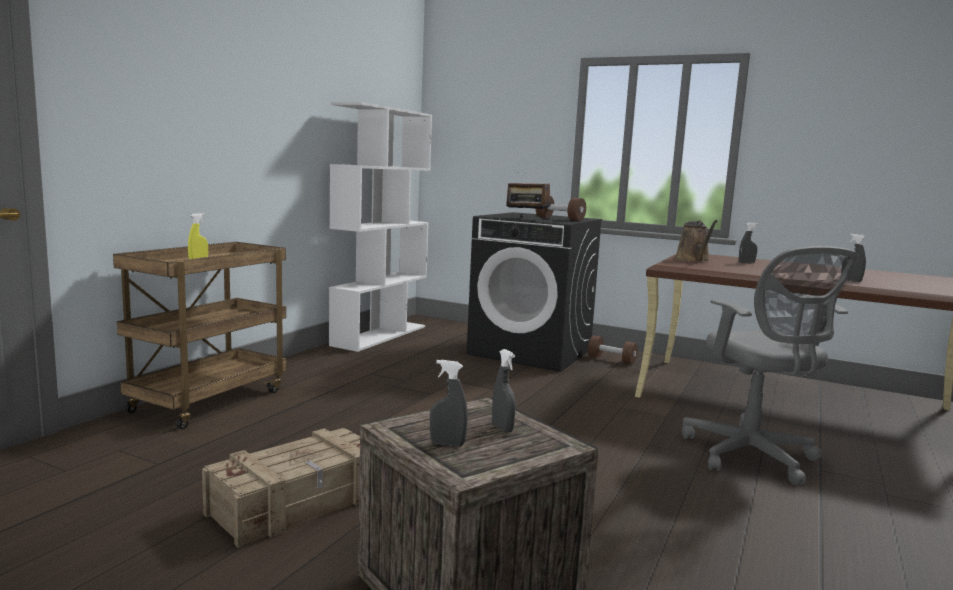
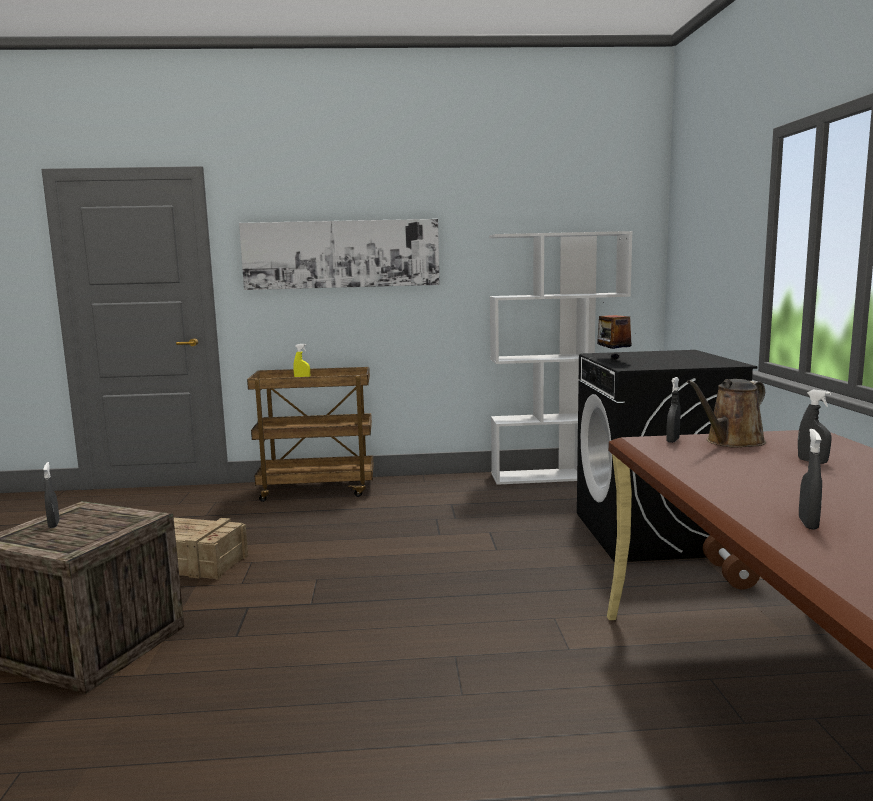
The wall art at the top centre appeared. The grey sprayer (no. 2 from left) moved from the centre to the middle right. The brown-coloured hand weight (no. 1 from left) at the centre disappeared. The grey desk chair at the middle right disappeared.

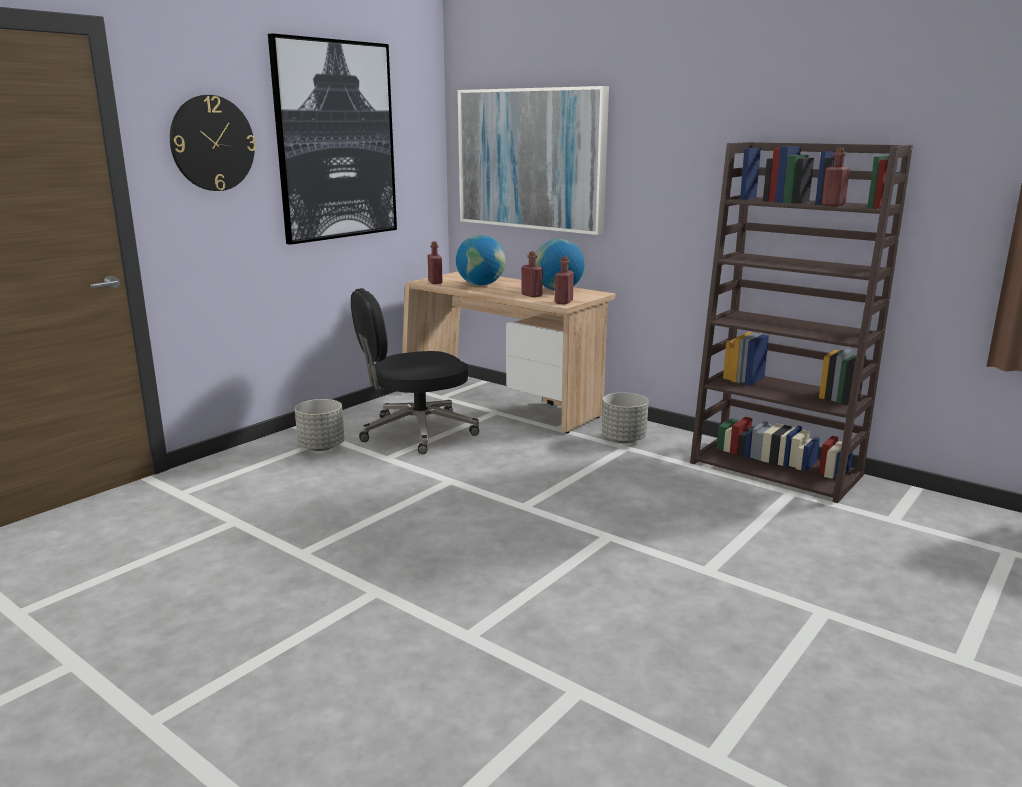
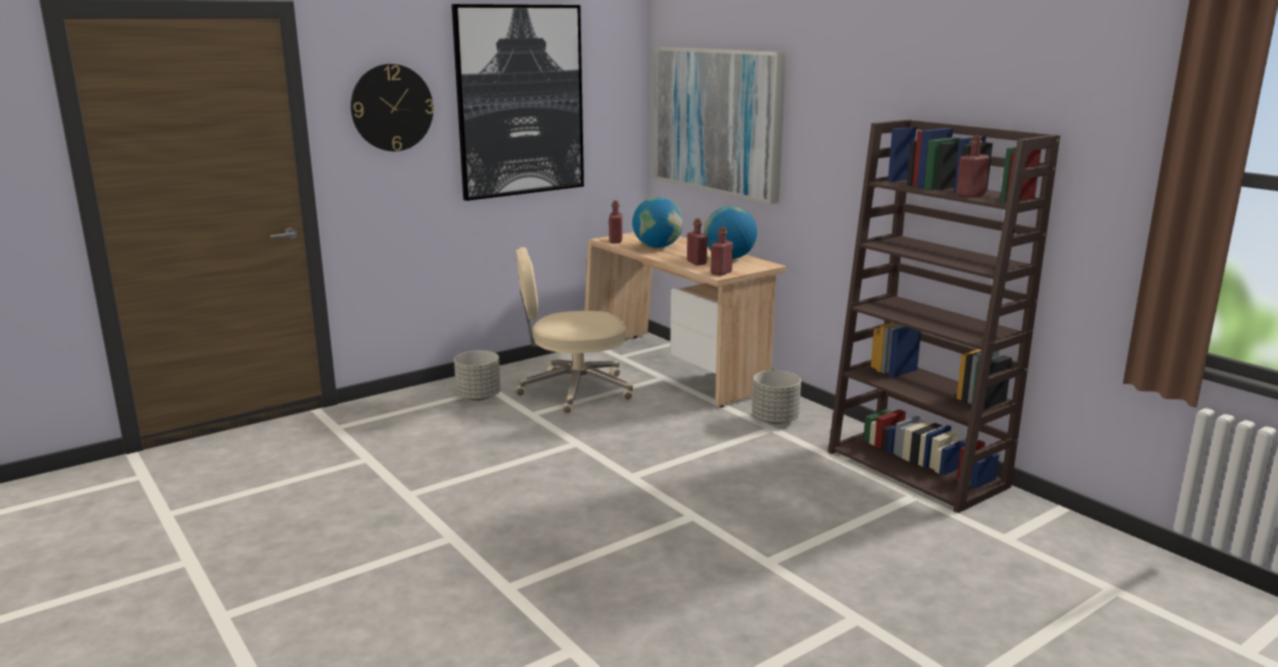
The black desk chair at the centre became the beige desk chair at the centre.

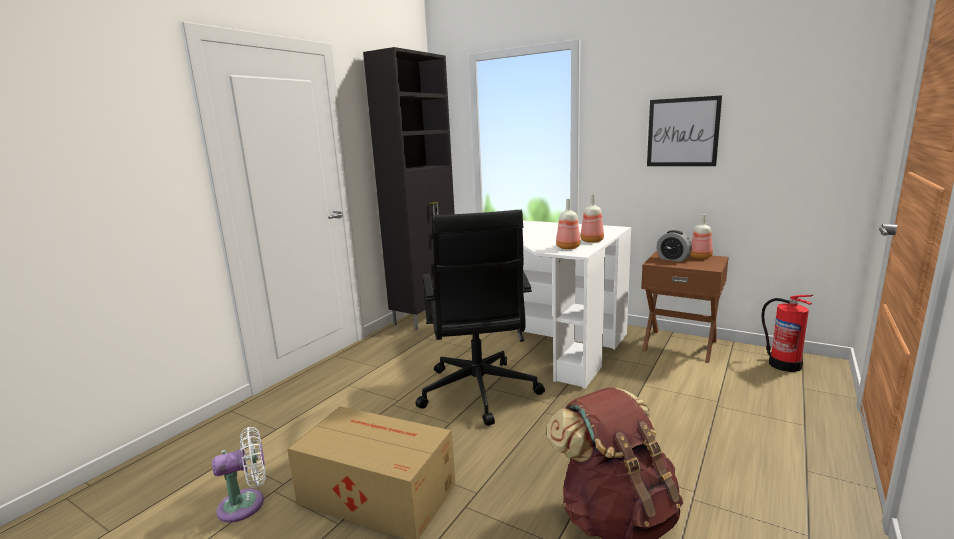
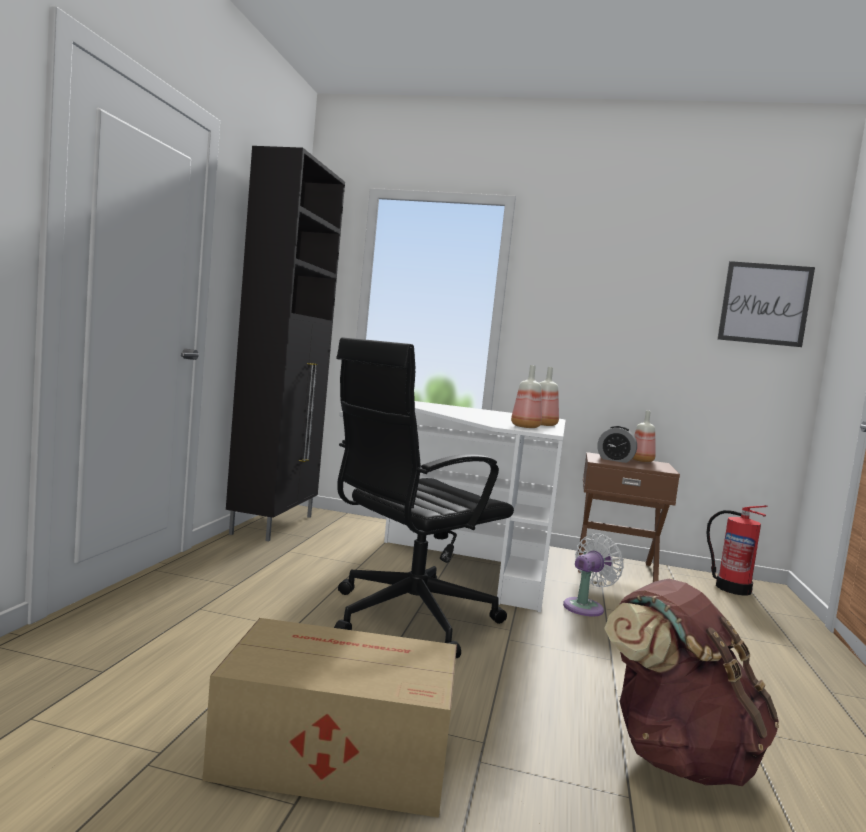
The black desk chair at the centre turned 75 degrees clockwise. The white electric fan moved from the bottom left to the bottom right. The wall art moved from the top right to the middle right.

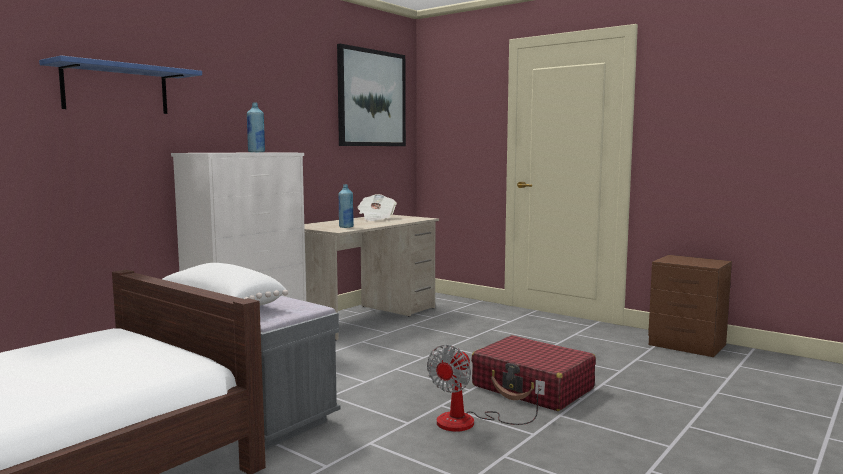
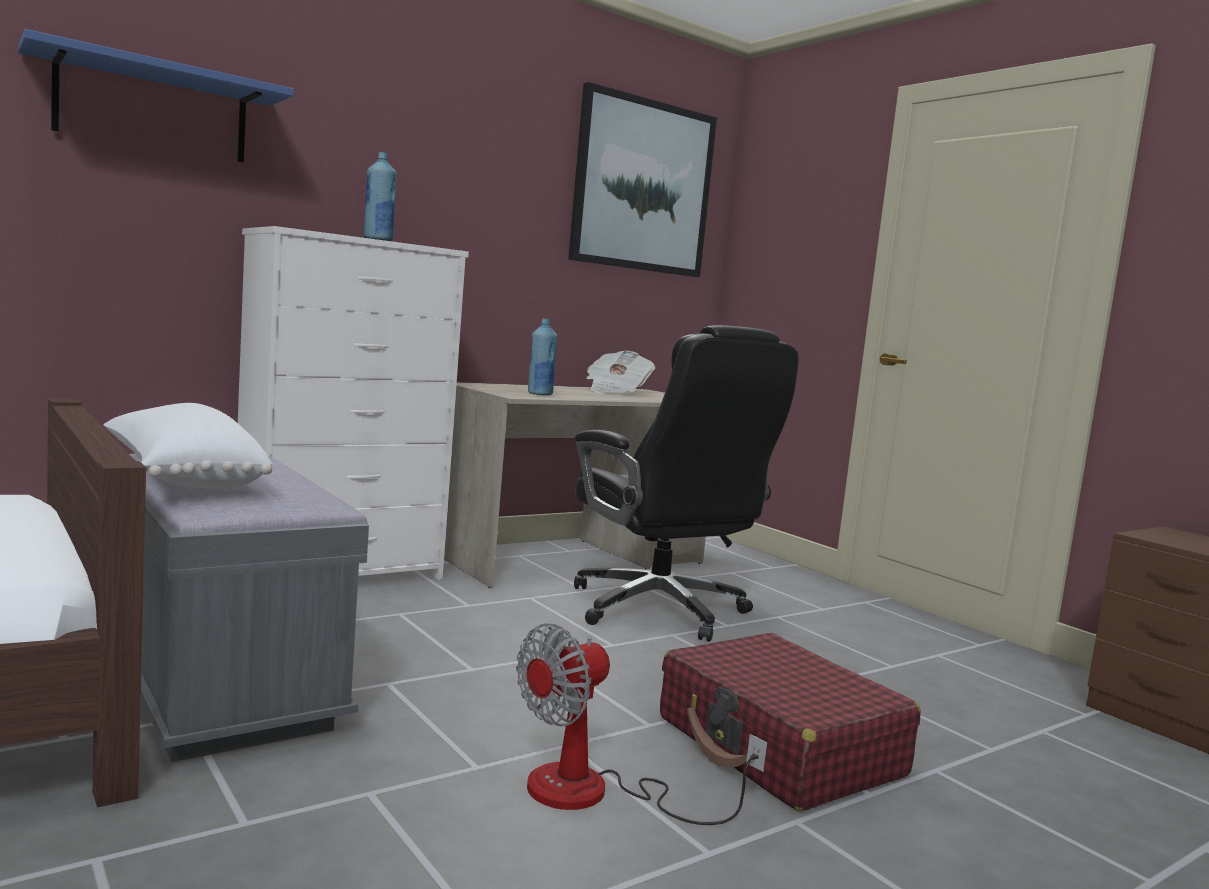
The black desk chair at the centre appeared.

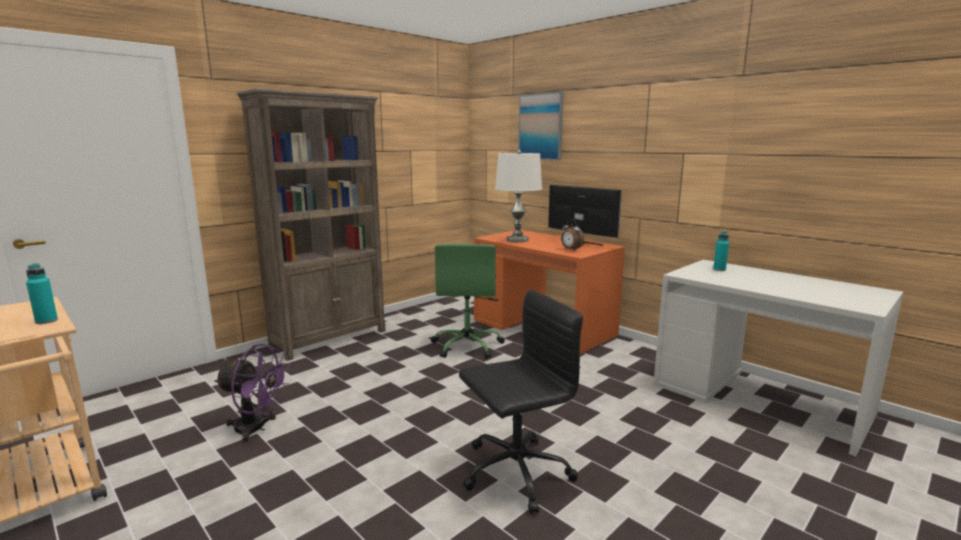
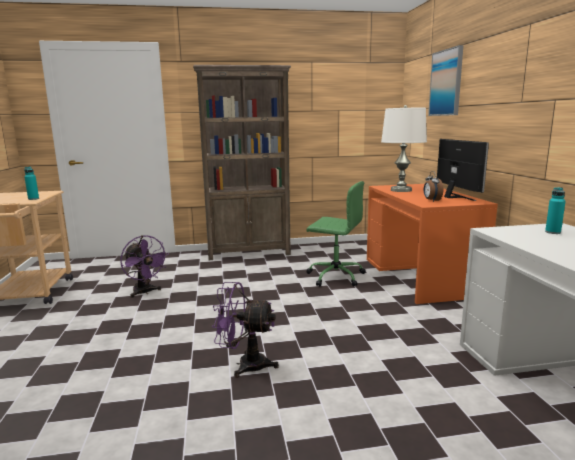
The black desk chair at the bottom centre was replaced by the purple electric fan (no. 2 from left) at the bottom centre. The green desk chair at the centre turned 105 degrees counterclockwise.

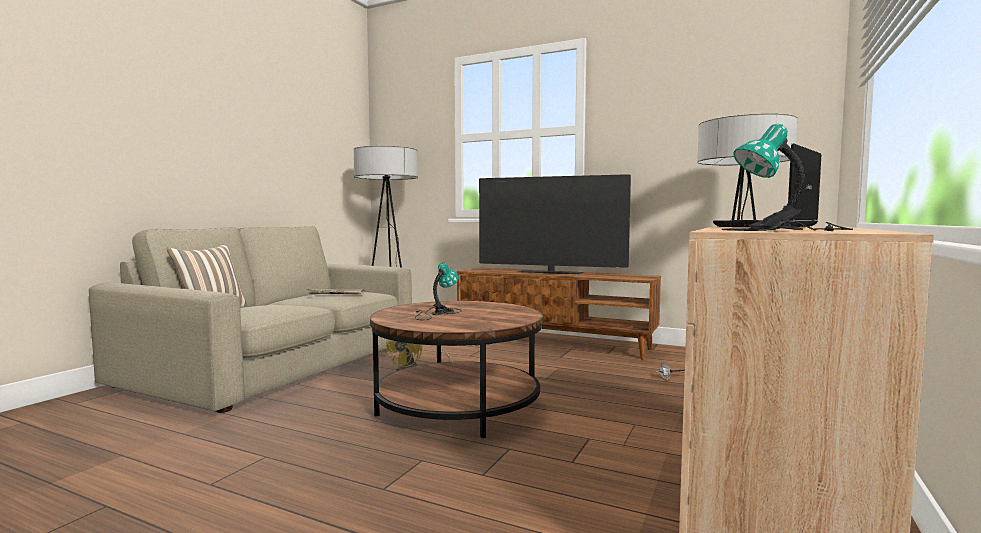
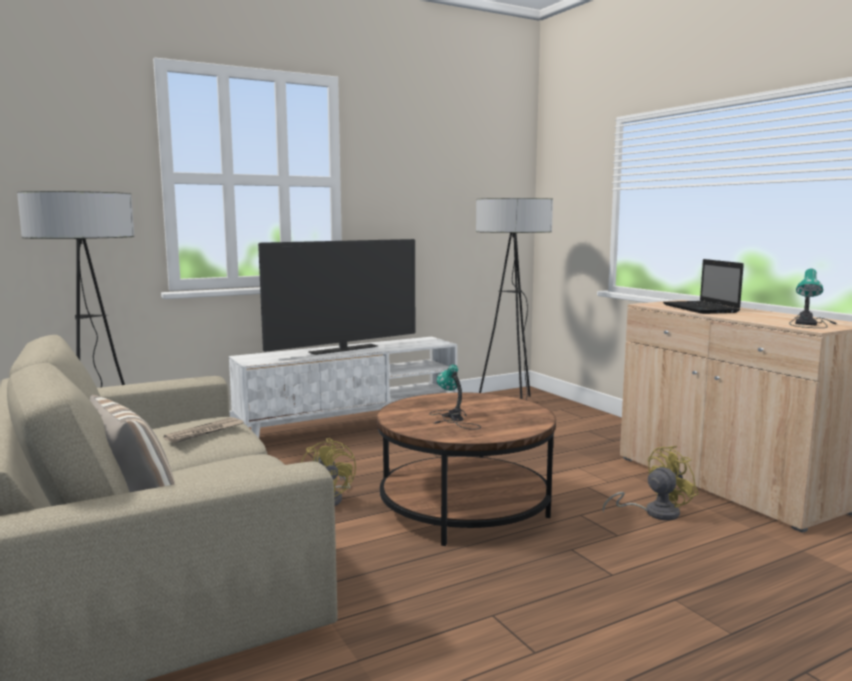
The brown-coloured media console at the centre became the white media console at the centre. The yellow electric fan (no. 2 from left) at the bottom right appeared.

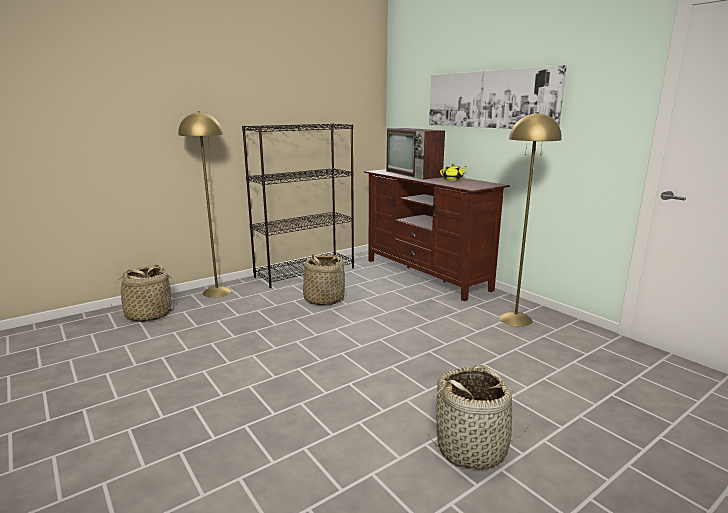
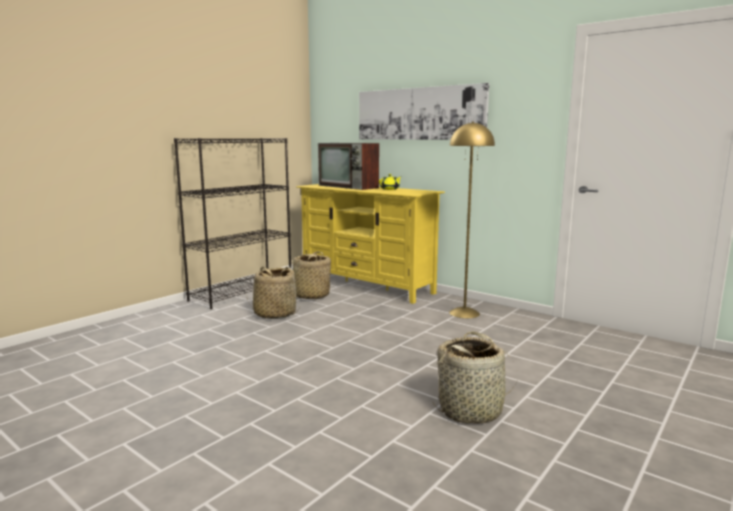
The basket (no. 1 from left in the first image) moved from the middle left to the centre. The brown-coloured media console at the centre became the yellow media console at the centre. The yellow floor lamp (no. 1 from left) at the middle left disappeared.

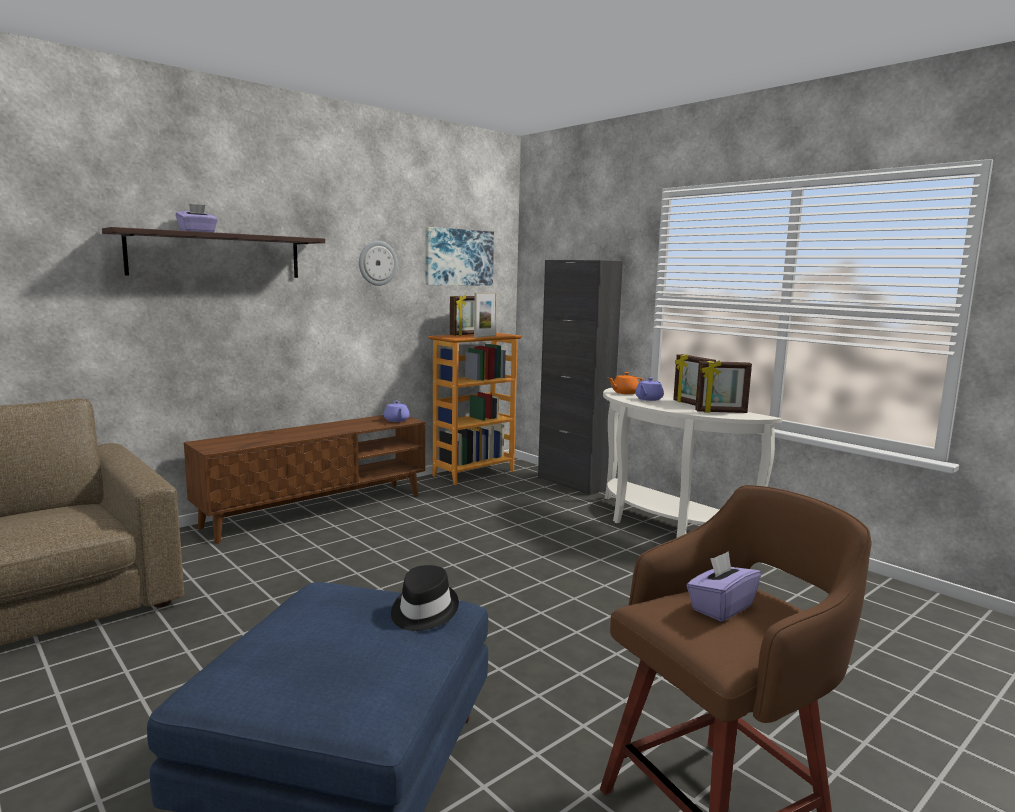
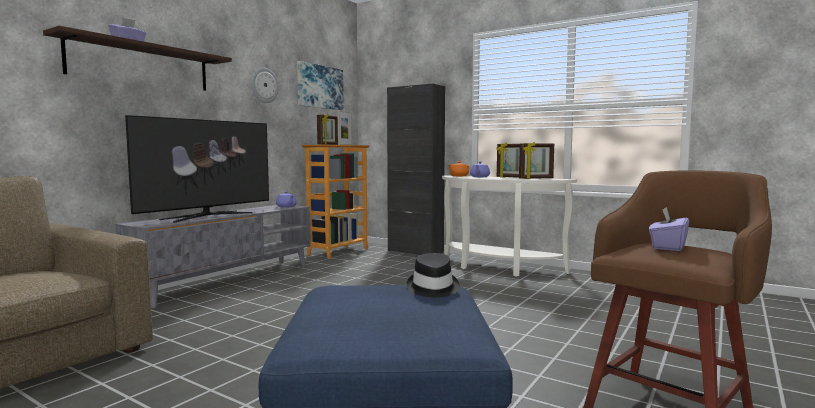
The brown-coloured media console at the middle left became the grey media console at the middle left. The TV set at the middle left appeared.

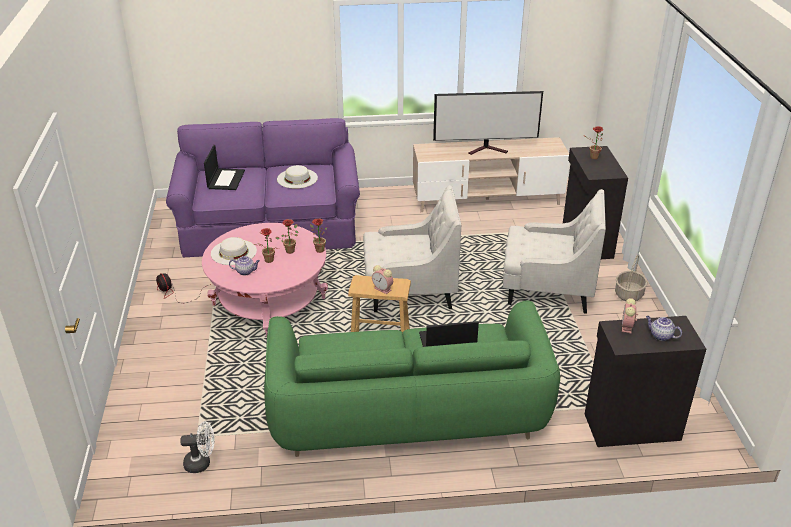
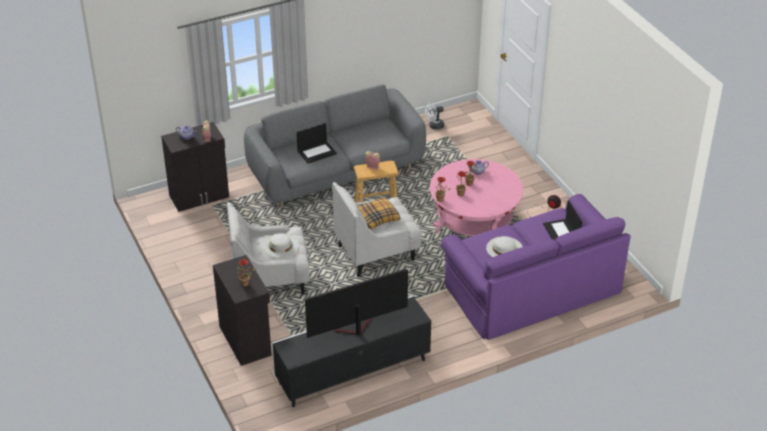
The green couch at the bottom centre became the grey couch at the centre. The white clothing hat (no. 1 from left) moved from the middle left to the centre. The beige media console at the top centre became the black media console at the bottom centre. The cushion at the centre appeared. The basket at the middle right disappeared.

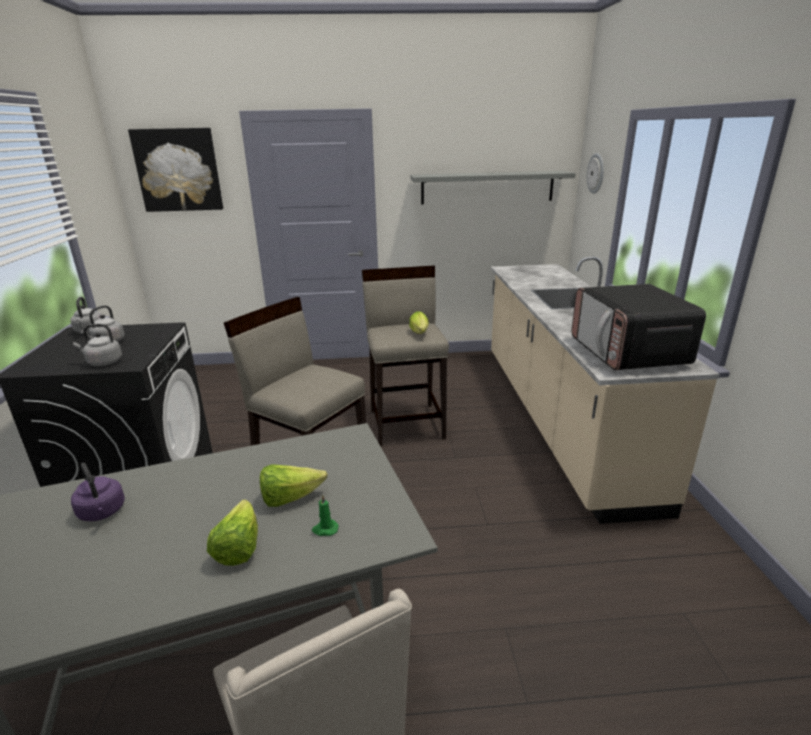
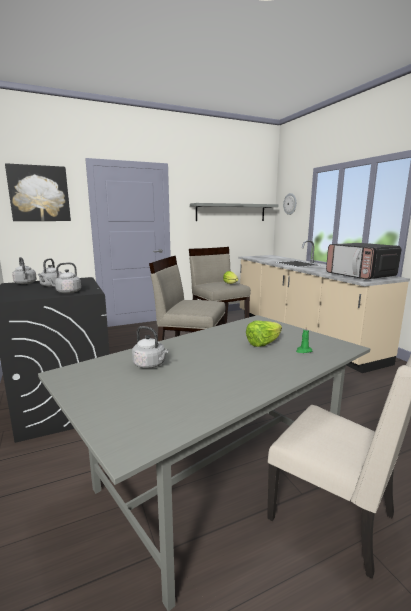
The purple kettle at the bottom left became the grey kettle (no. 4 from left) at the centre. The lettuce head (no. 1 from left) at the bottom left disappeared.

